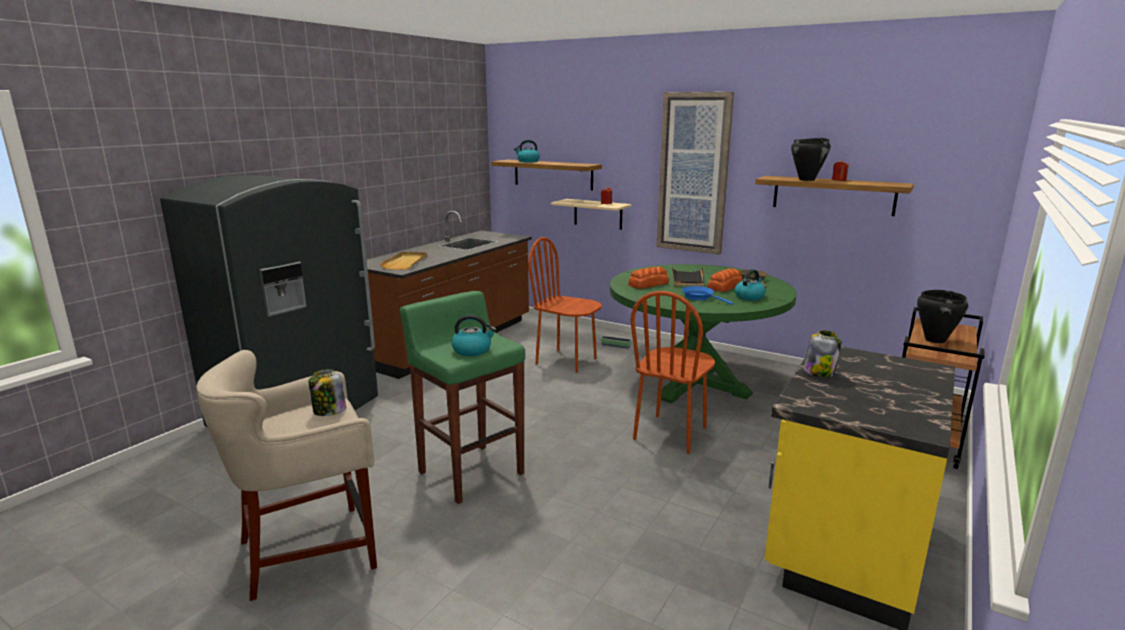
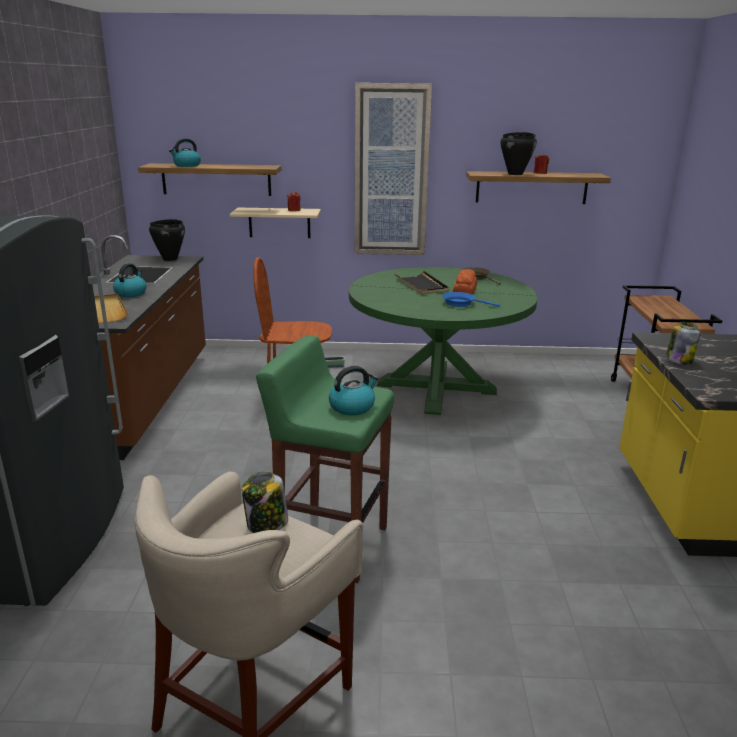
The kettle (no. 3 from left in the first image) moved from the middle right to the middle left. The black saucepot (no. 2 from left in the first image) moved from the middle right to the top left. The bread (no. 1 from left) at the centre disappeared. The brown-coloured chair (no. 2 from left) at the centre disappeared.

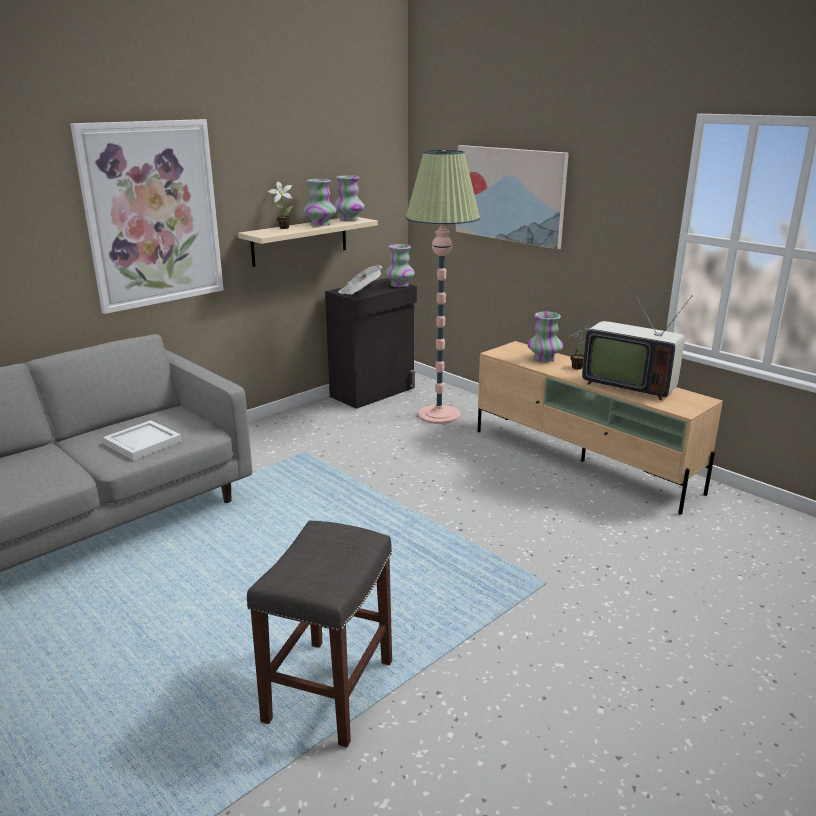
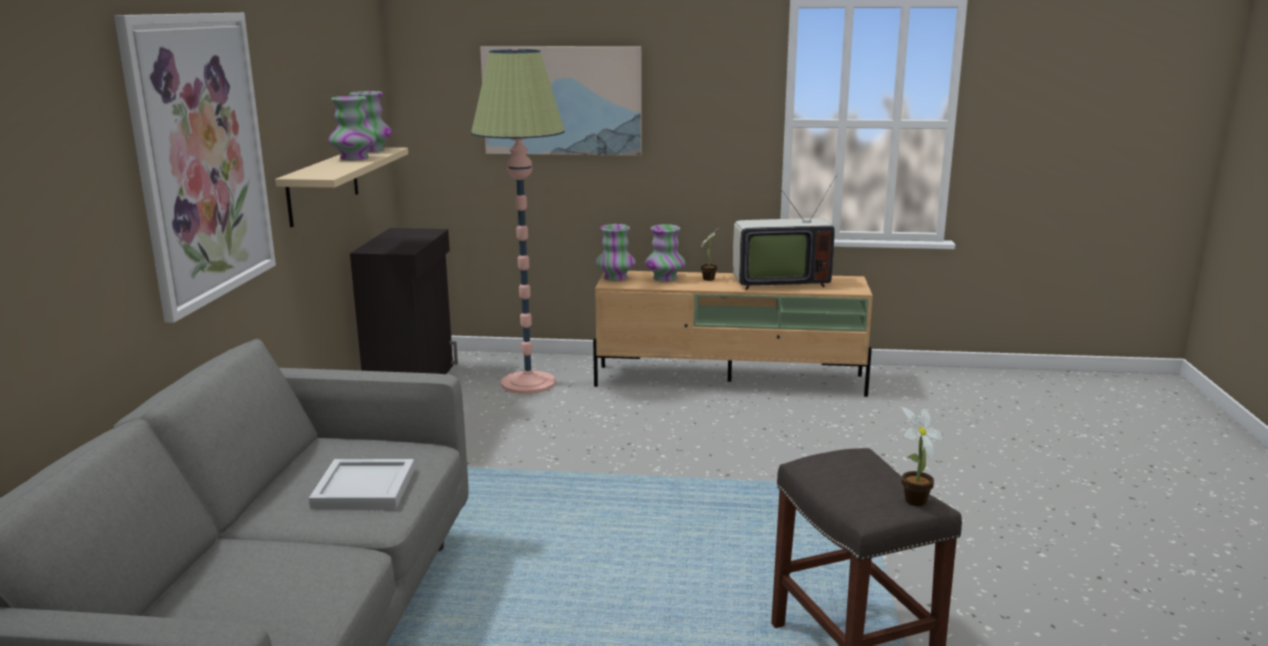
The flower vase (no. 3 from left) moved from the top centre to the centre. The houseplant (no. 1 from left in the first image) moved from the top centre to the bottom right. The daily paper at the centre disappeared.

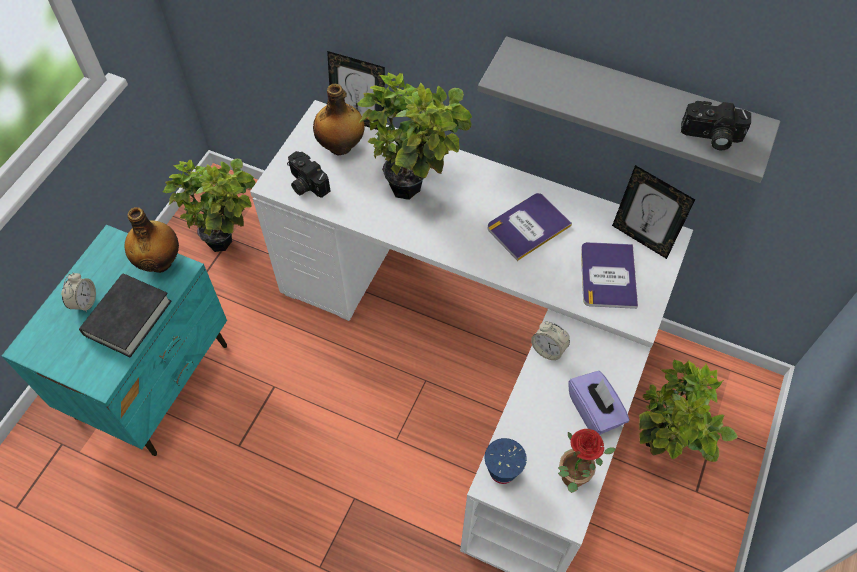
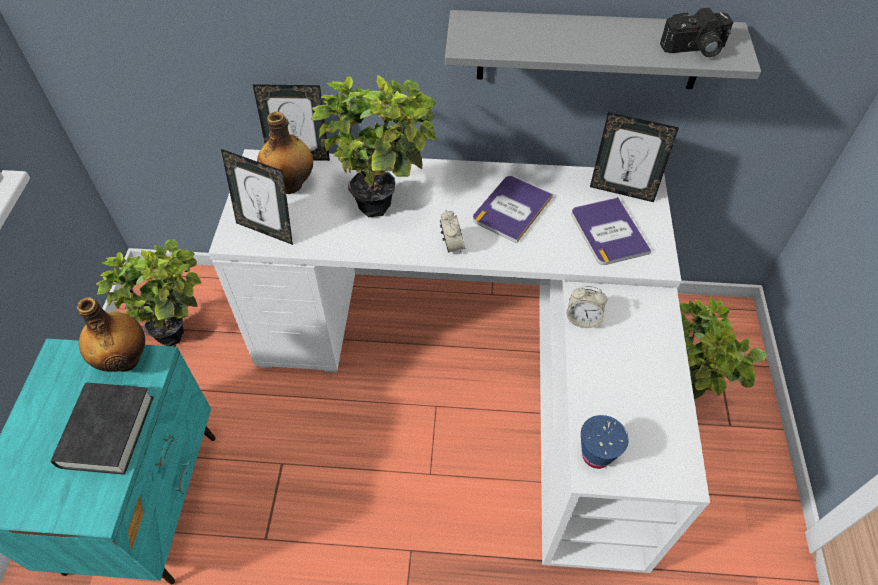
The photo camera (no. 1 from left) at the top centre was replaced by the photo frame (no. 1 from left) at the middle left. The bedside clock (no. 1 from left) moved from the middle left to the centre. The houseplant (no. 3 from left) at the bottom right disappeared. The purple box of tissues at the bottom right disappeared.

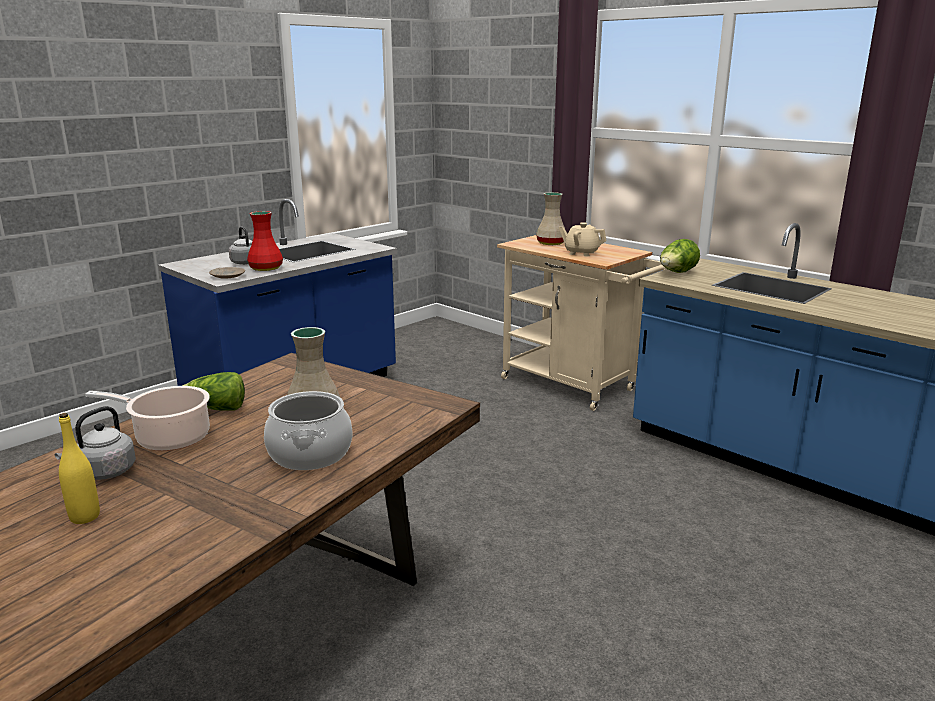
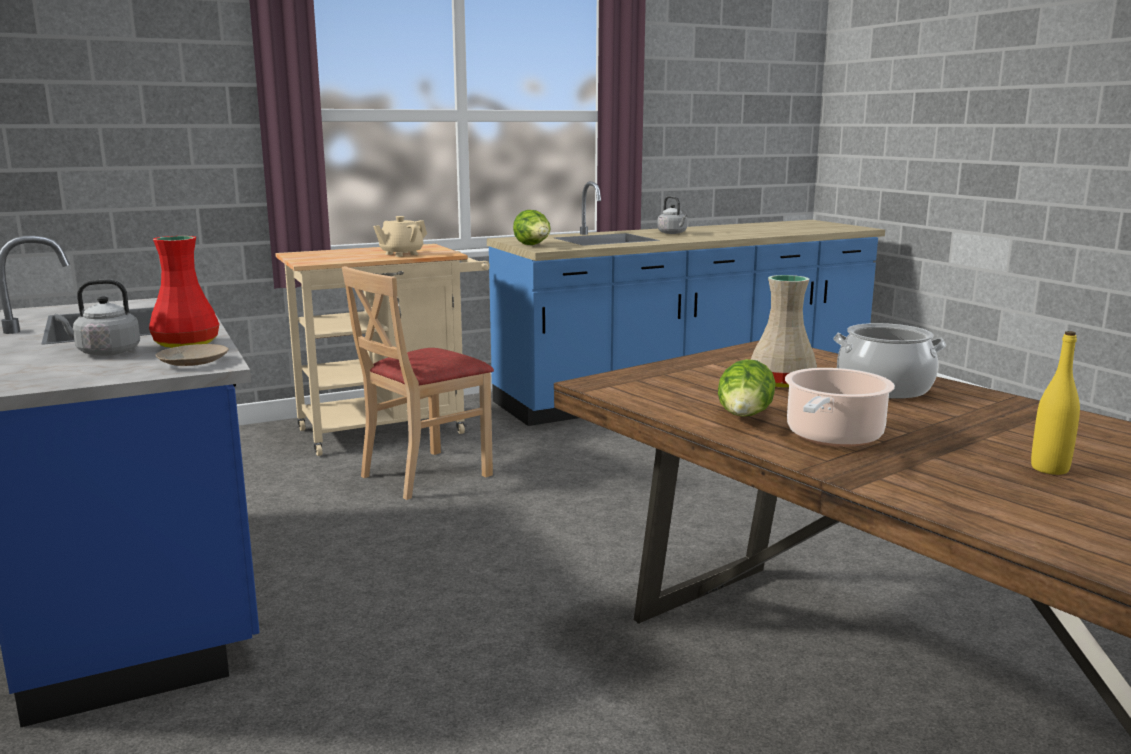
The beige chair at the centre appeared. The grey kettle (no. 1 from left in the first image) moved from the middle left to the top centre. The beige flower vase (no. 2 from left) at the top centre disappeared.

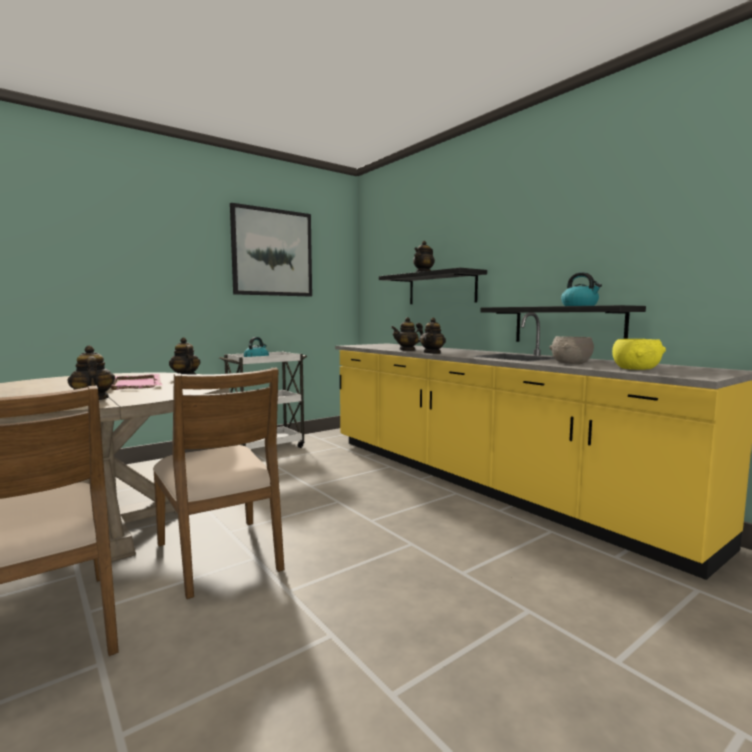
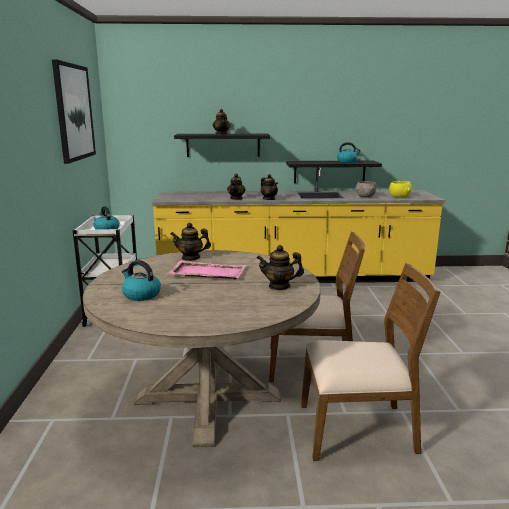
The kettle (no. 2 from left) at the middle left appeared.

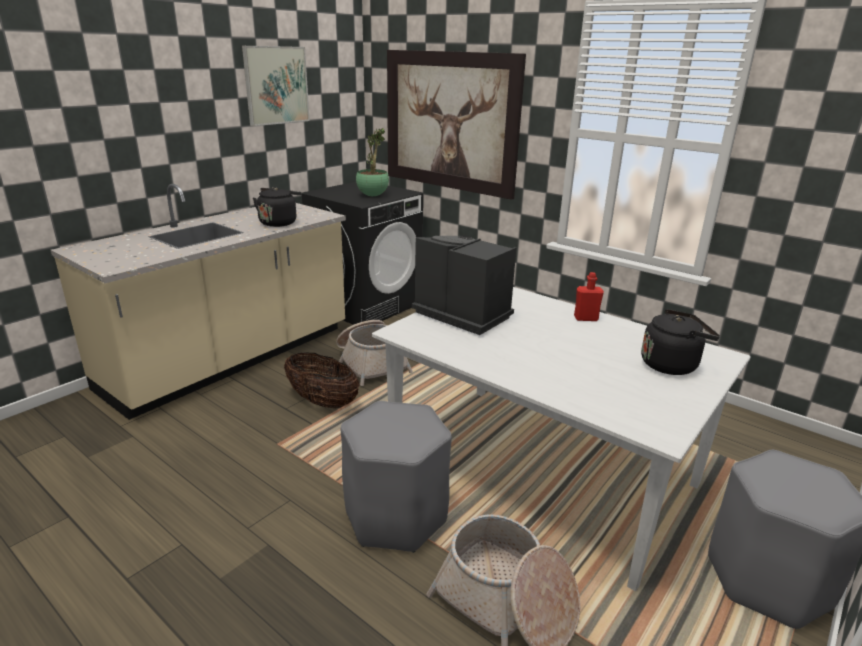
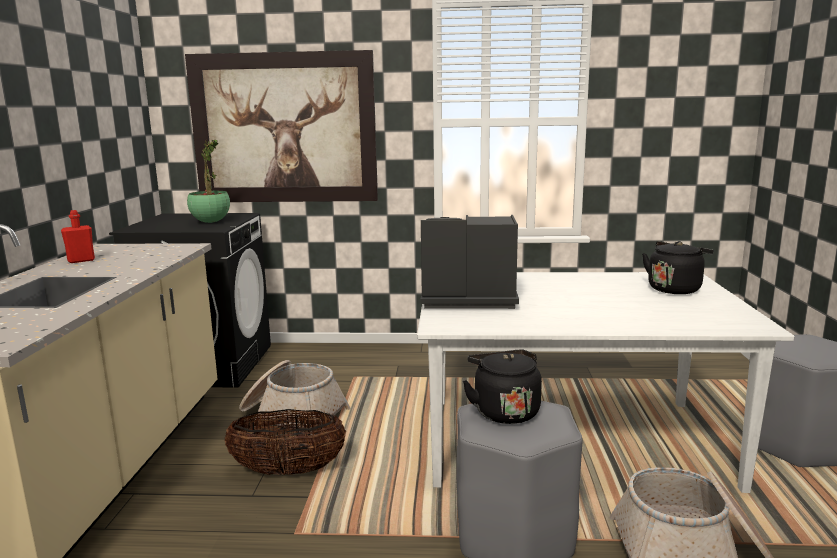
The reddish drink bottle moved from the middle right to the middle left. The black kettle (no. 1 from left) moved from the top left to the bottom centre. The wall art (no. 1 from left) at the top left disappeared.

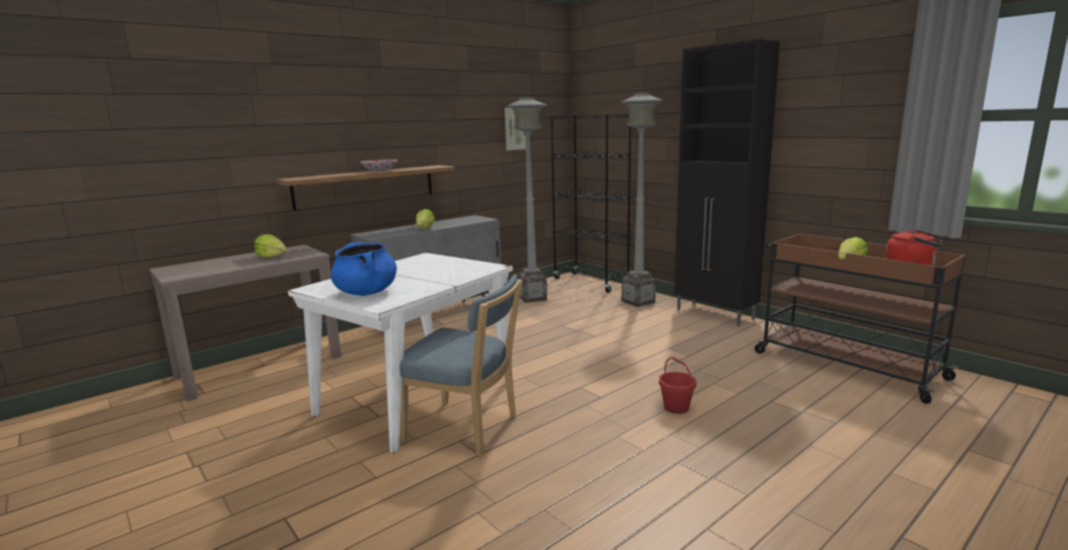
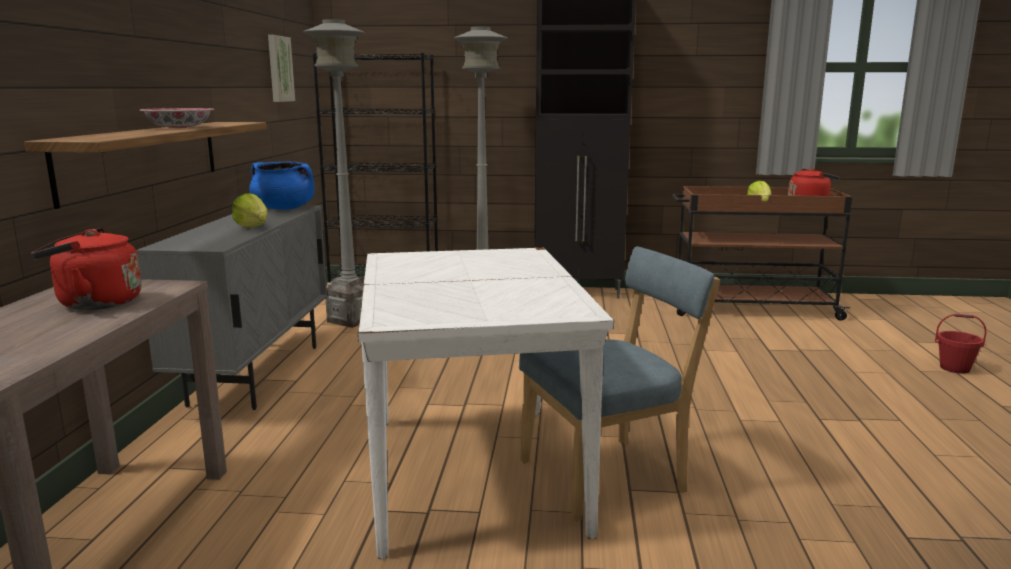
The lettuce head (no. 1 from left) at the middle left was replaced by the reddish kettle (no. 1 from left) at the middle left. The blue saucepot moved from the centre to the top left. The reddish bucket moved from the bottom centre to the middle right.

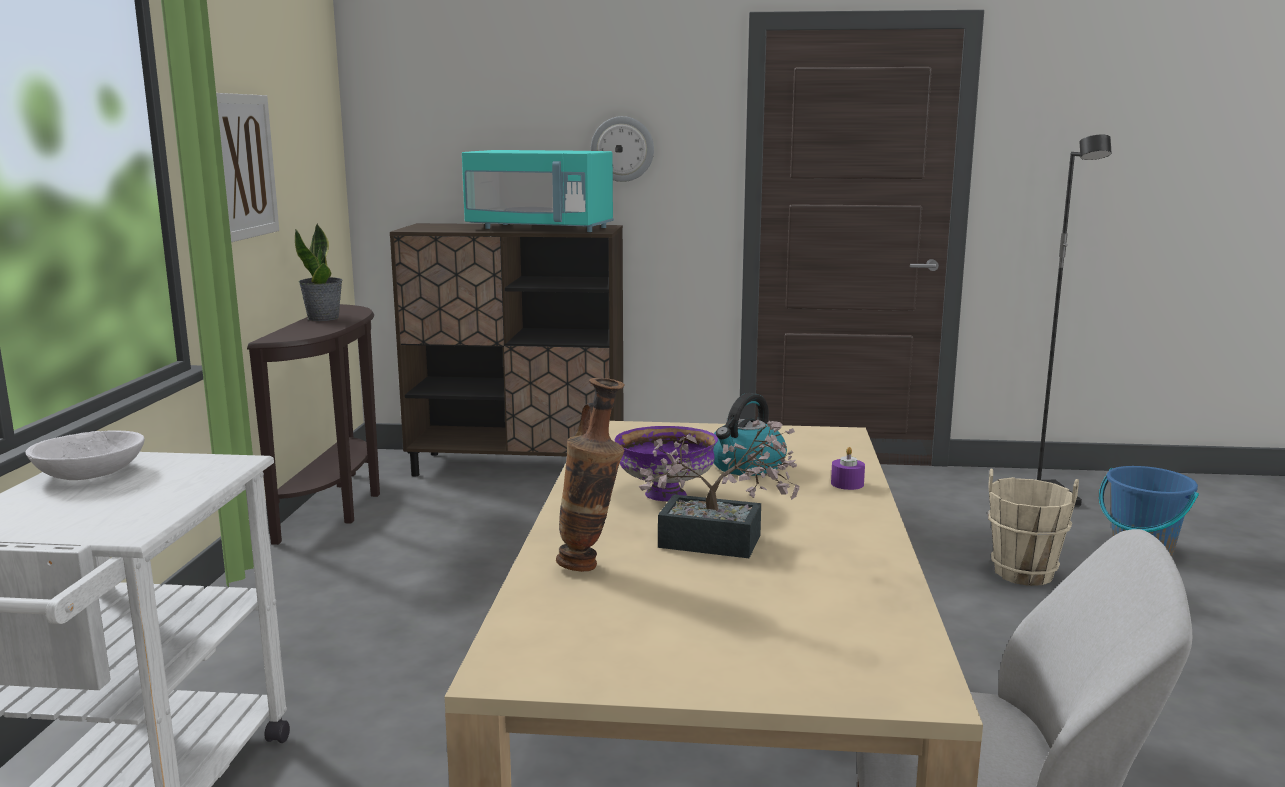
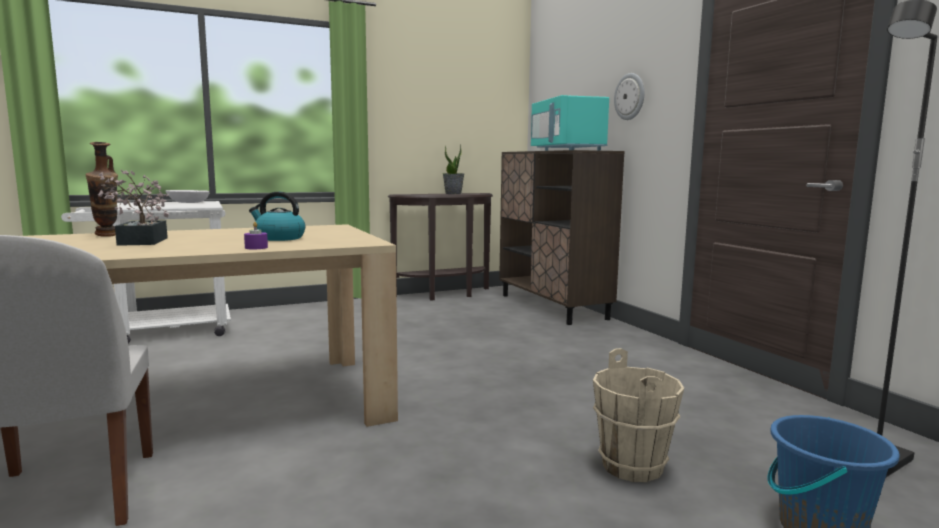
The wall art at the top left disappeared. The purple deep dish at the centre disappeared.

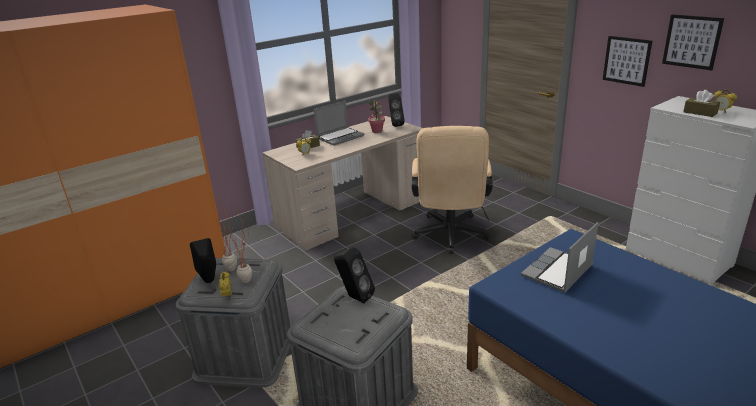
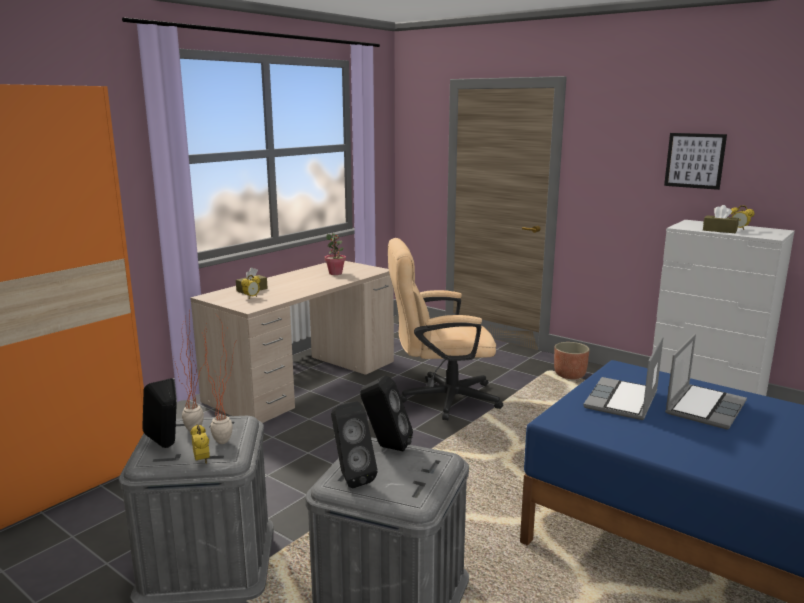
The black speaker (no. 3 from left in the first image) moved from the top centre to the bottom centre. The beige desk chair at the centre turned 90 degrees clockwise. The planter at the middle right appeared. The laptop (no. 1 from left in the first image) moved from the top centre to the middle right. The wall art (no. 1 from left) at the top right disappeared.

